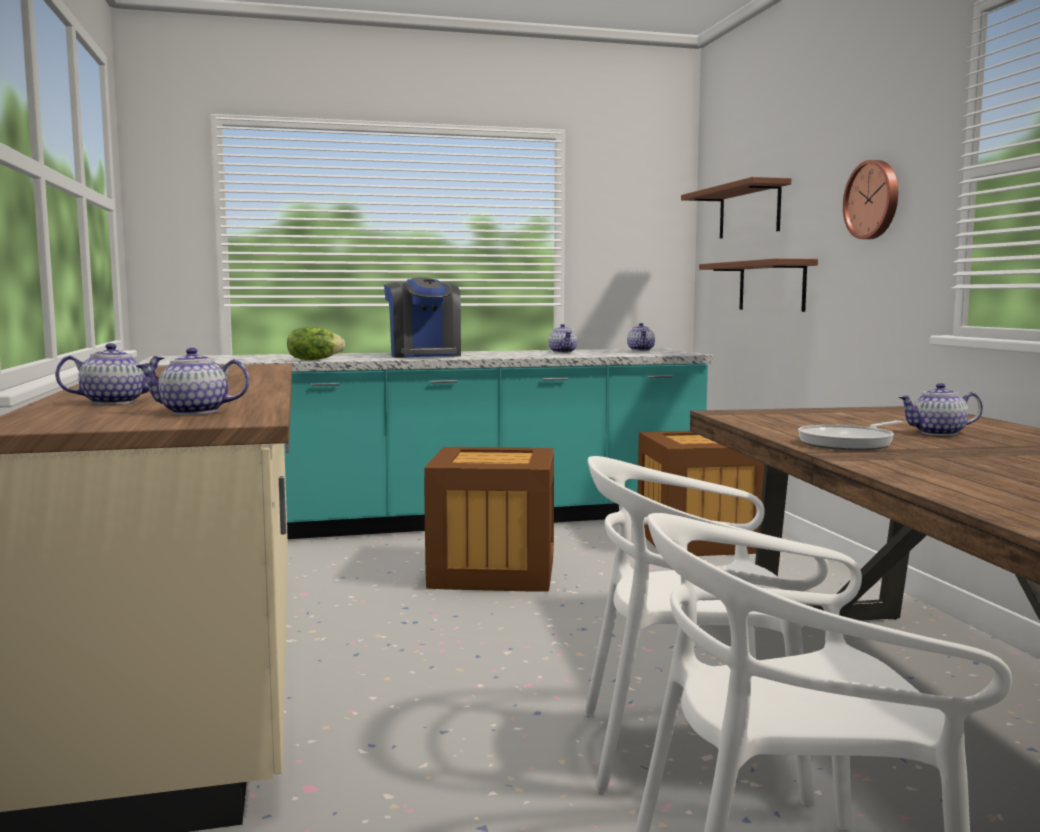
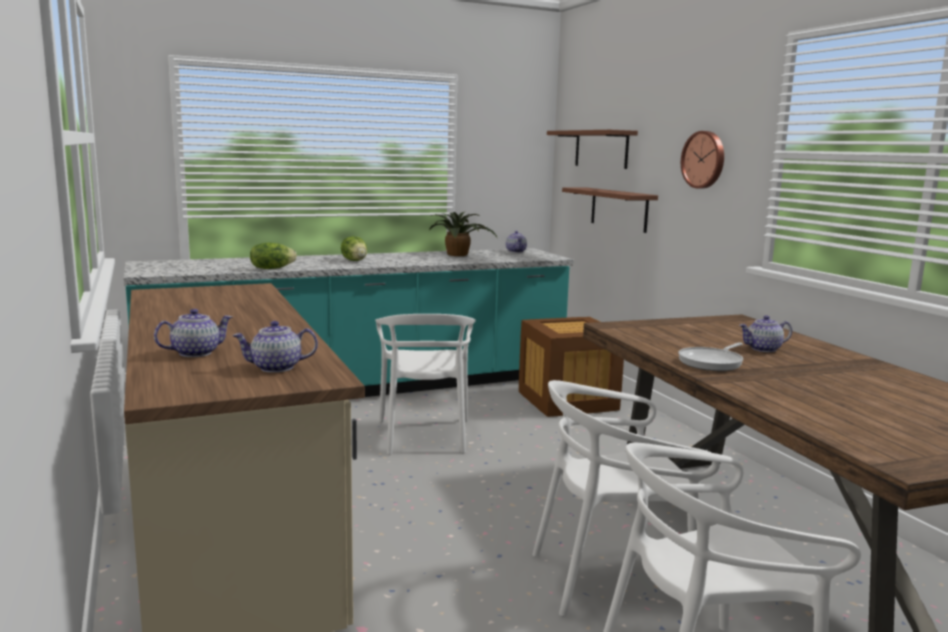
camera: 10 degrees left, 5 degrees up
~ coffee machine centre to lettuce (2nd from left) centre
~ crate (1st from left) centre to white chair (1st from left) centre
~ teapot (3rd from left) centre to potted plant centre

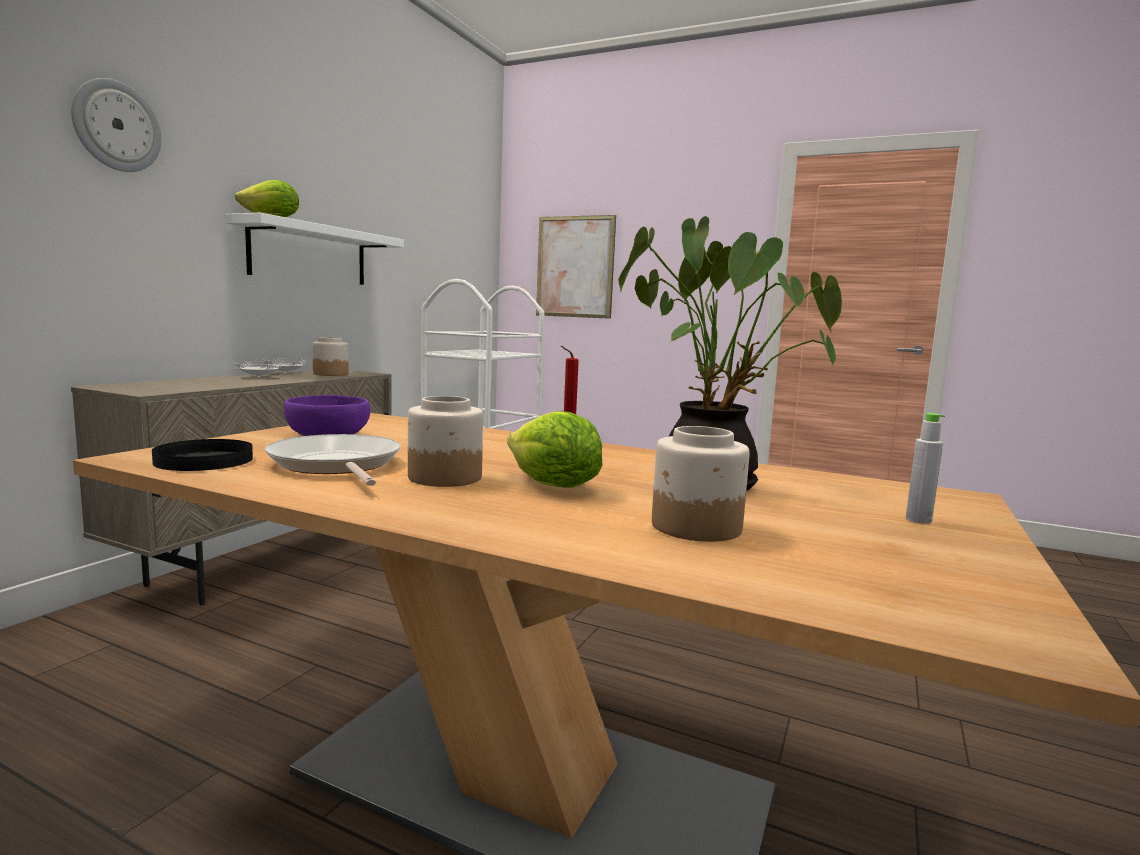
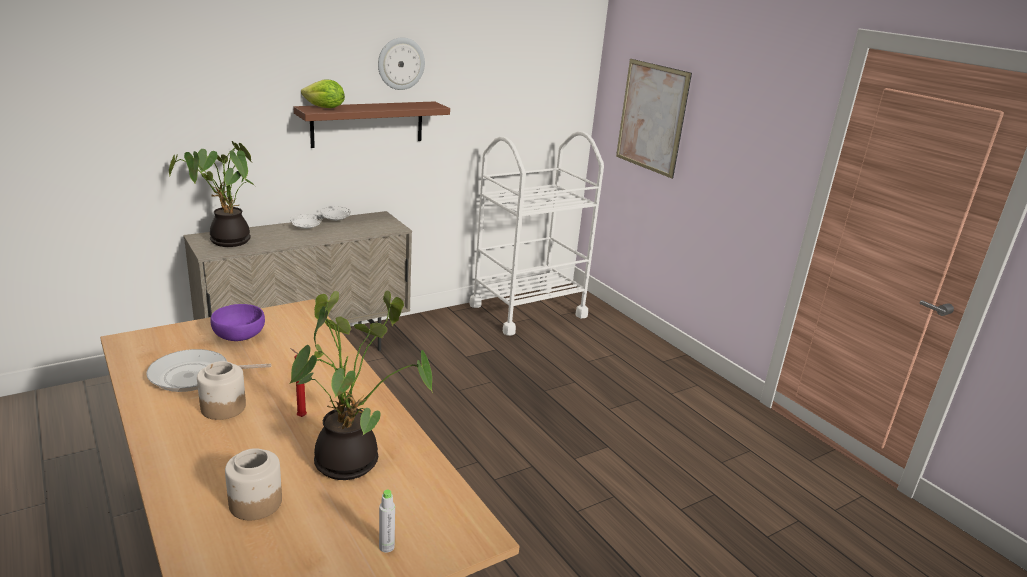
camera: 30 degrees right, 15 degrees up
~ frying pan middle left = middle left 105 degrees counterclockwise
+ potted plant (1st from left) middle left
~ white shelf top left to brown shelf top centre
~ wall clock top left to top centre
- black plate middle left
- jar (1st from left) middle left
- lettuce (2nd from left) centre

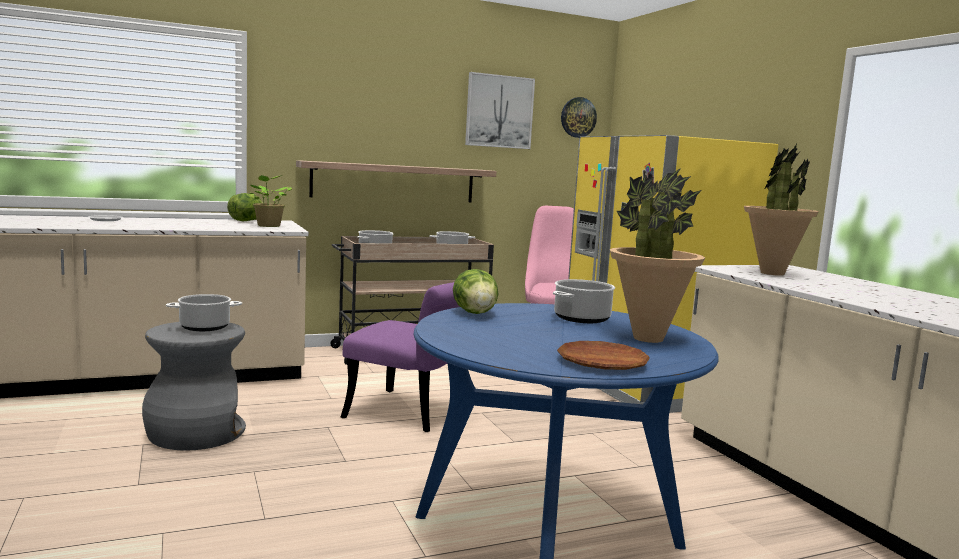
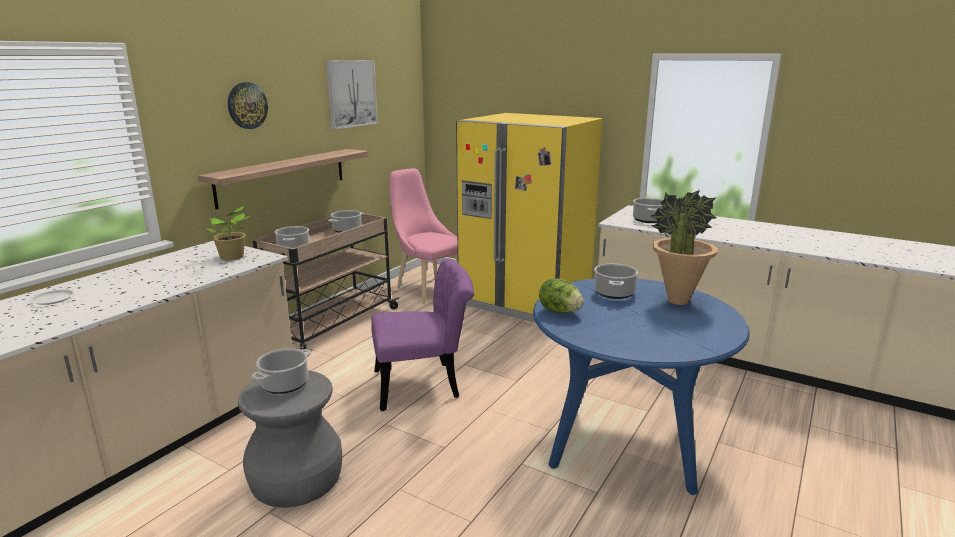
camera: 35 degrees left, 10 degrees up
~ wall clock top centre to top left
~ potted plant (3rd from left) middle right to cooking pot (5th from left) middle right
- lettuce (1st from left) middle left
- brown plate centre

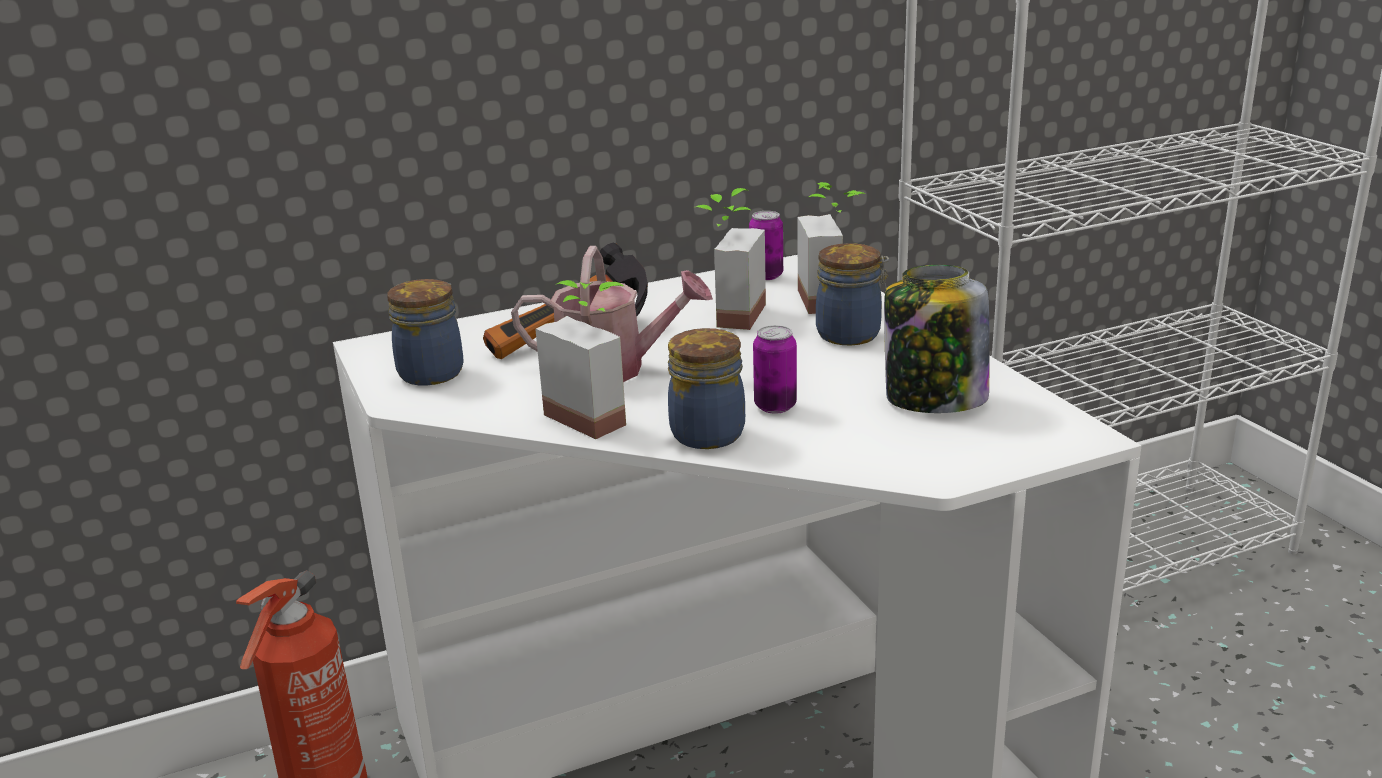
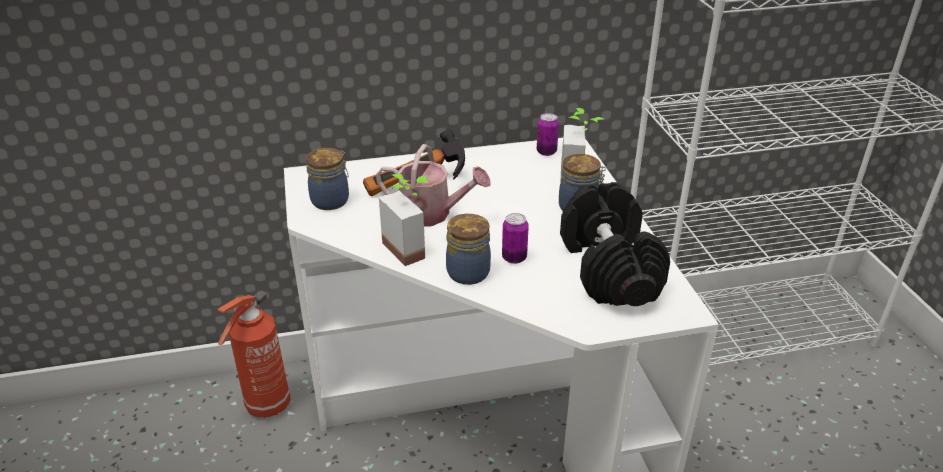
camera: 10 degrees right, 10 degrees up
~ jar (4th from left) middle right to black dumbbell centre
- potted plant (2nd from left) top centre

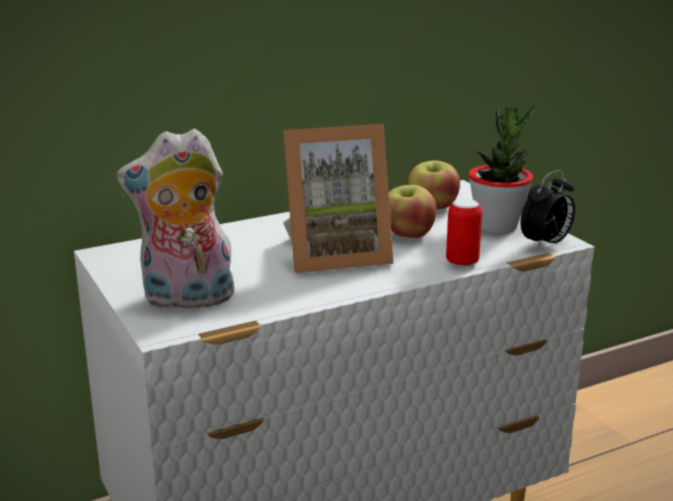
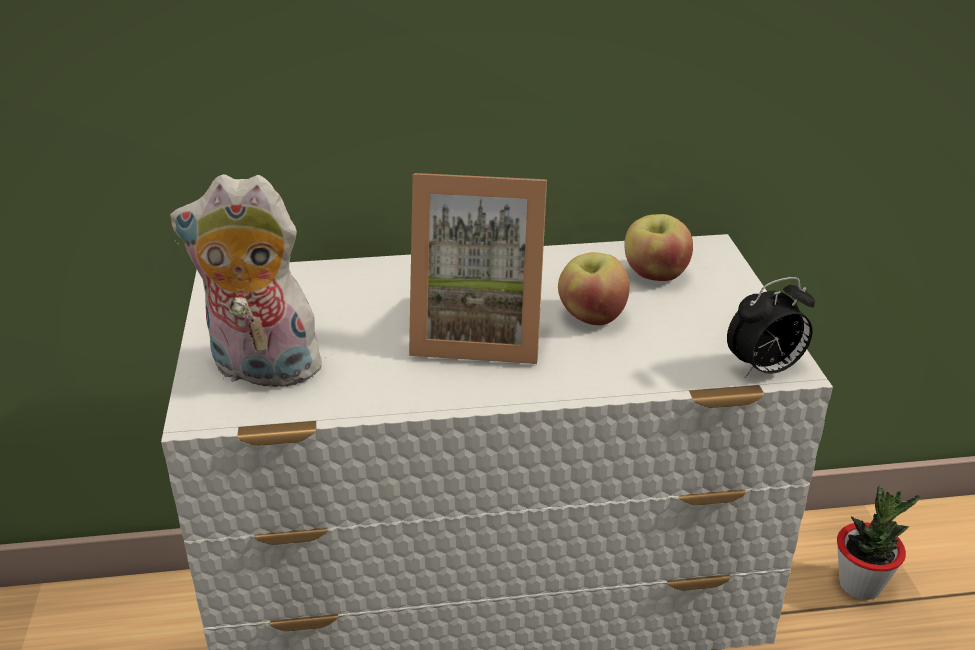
camera: 20 degrees right, 10 degrees up
~ potted plant middle right to bottom right
- can middle right

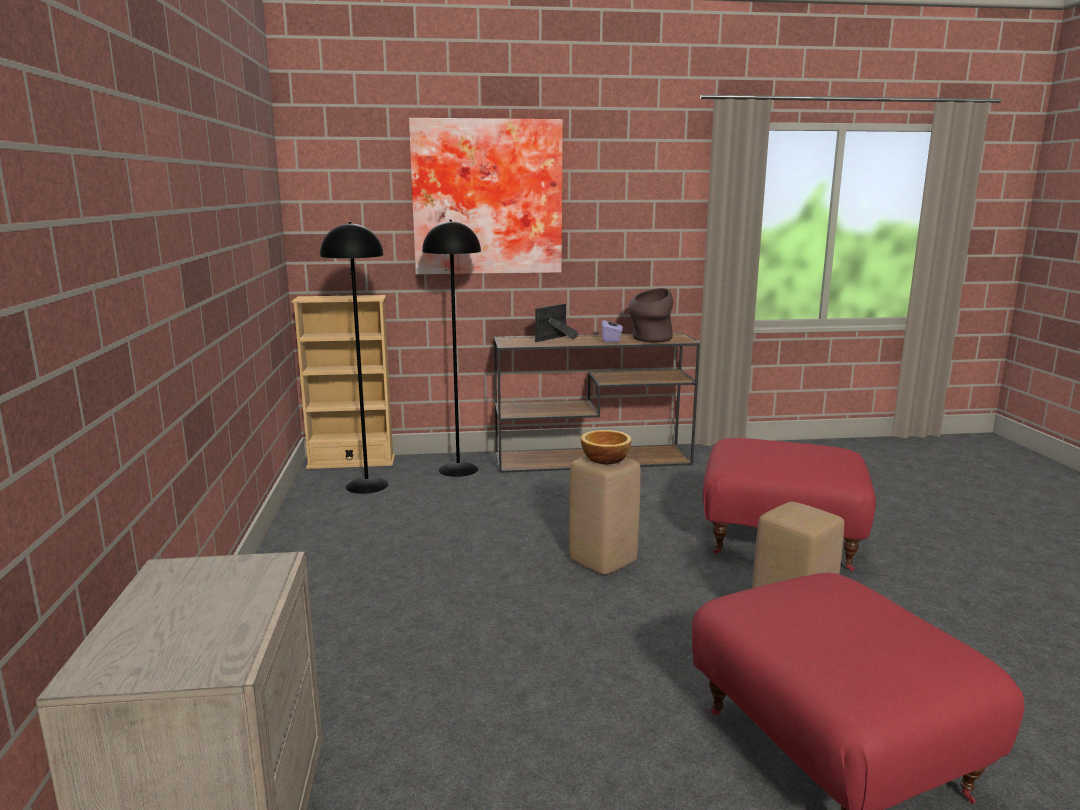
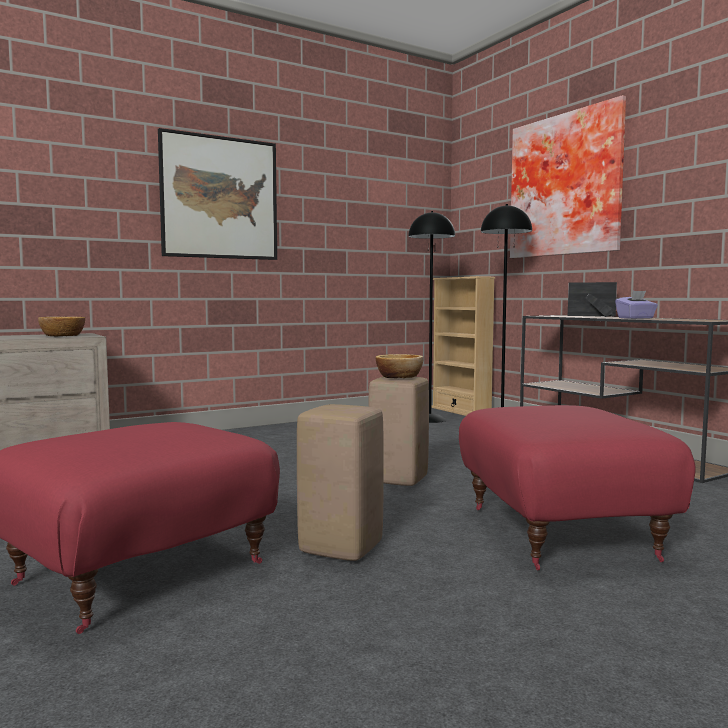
camera: 65 degrees right, 10 degrees down
+ bowl (1st from left) middle left
+ picture (1st from left) top left
- brown vase centre

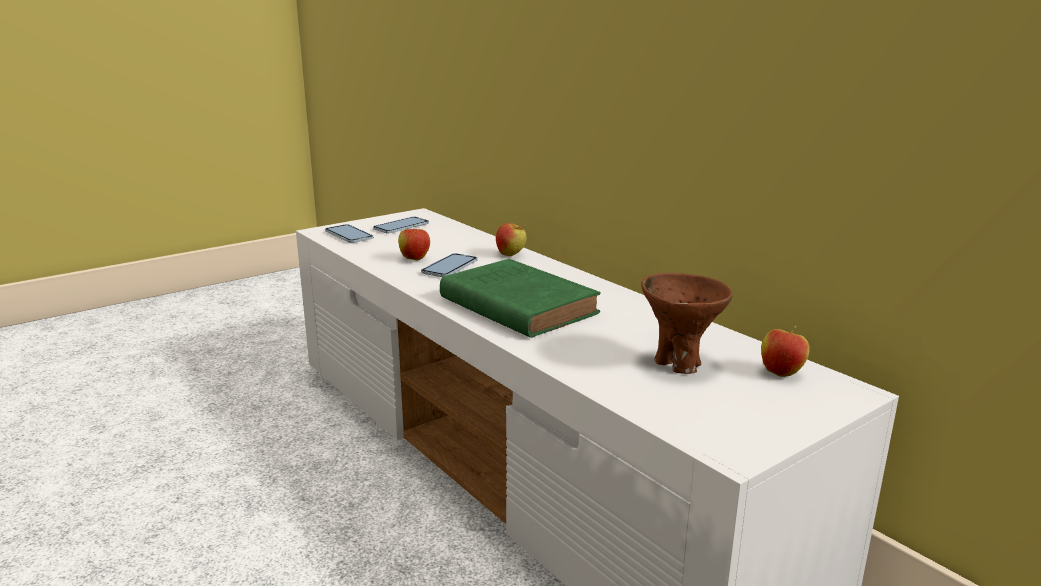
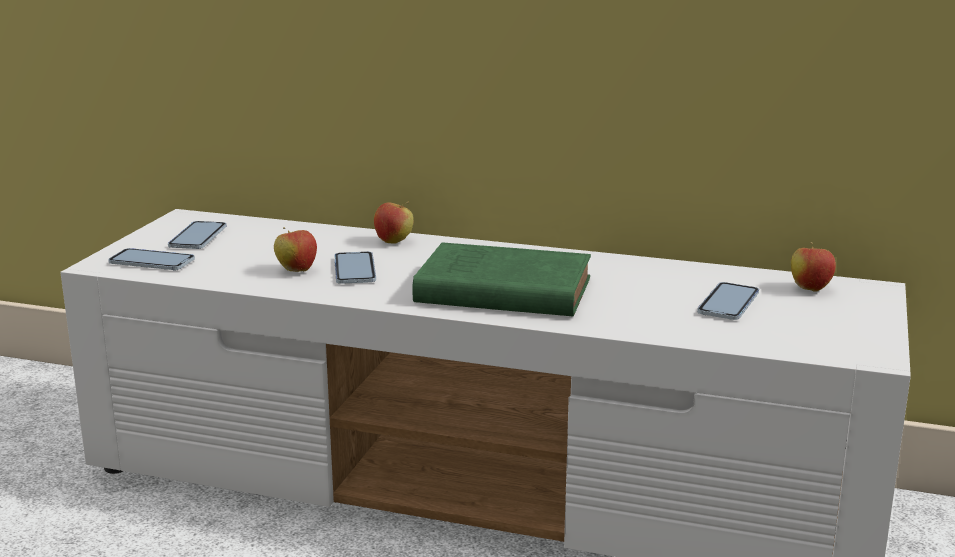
camera: 35 degrees left, 0 degrees up
~ brown bowl centre to phone (4th from left) middle right

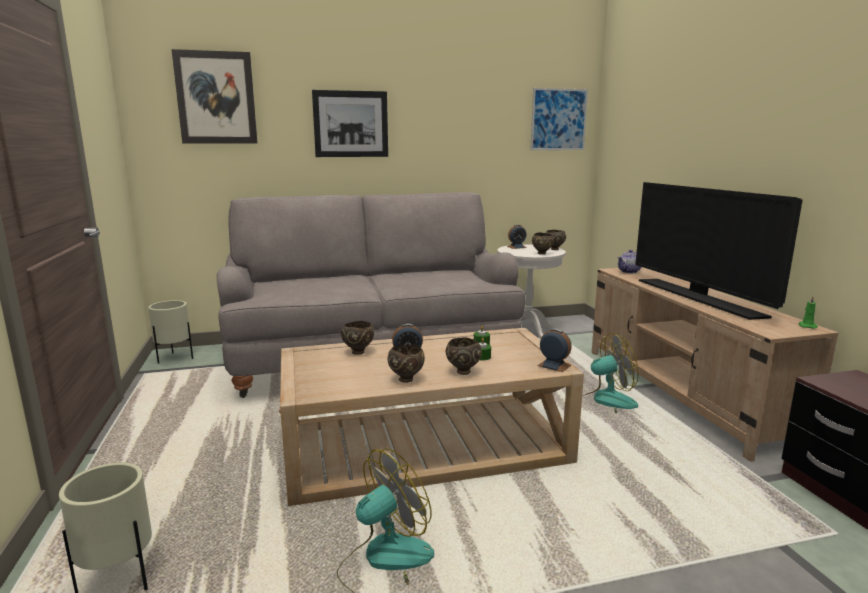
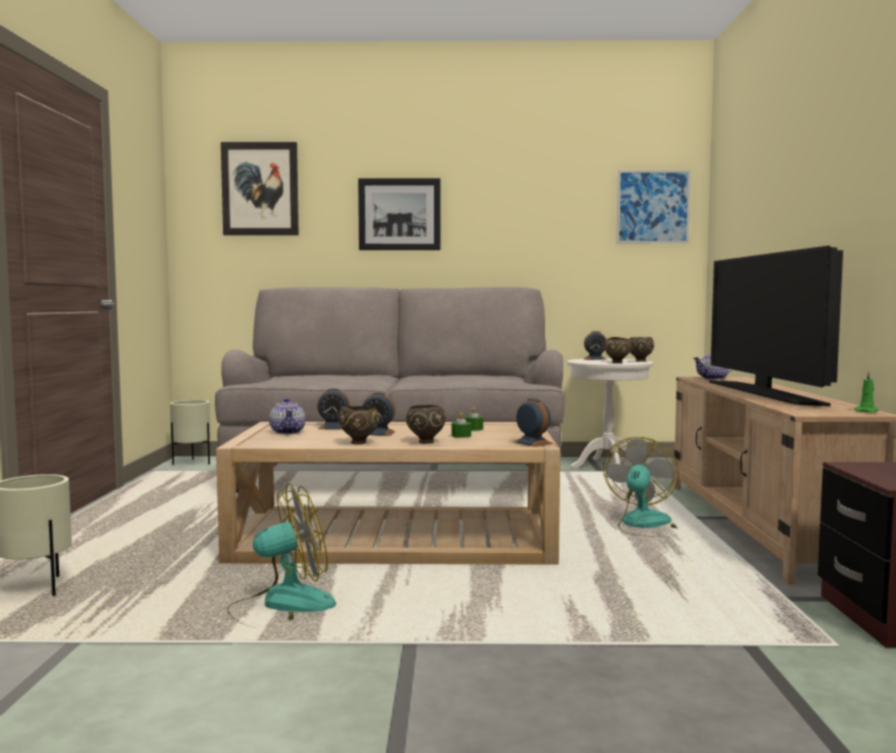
camera: 15 degrees right, 10 degrees down
+ teapot (1st from left) middle left
~ brown bowl (1st from left) centre to alarm clock (1st from left) centre
~ fan (2nd from left) middle right = middle right 75 degrees counterclockwise

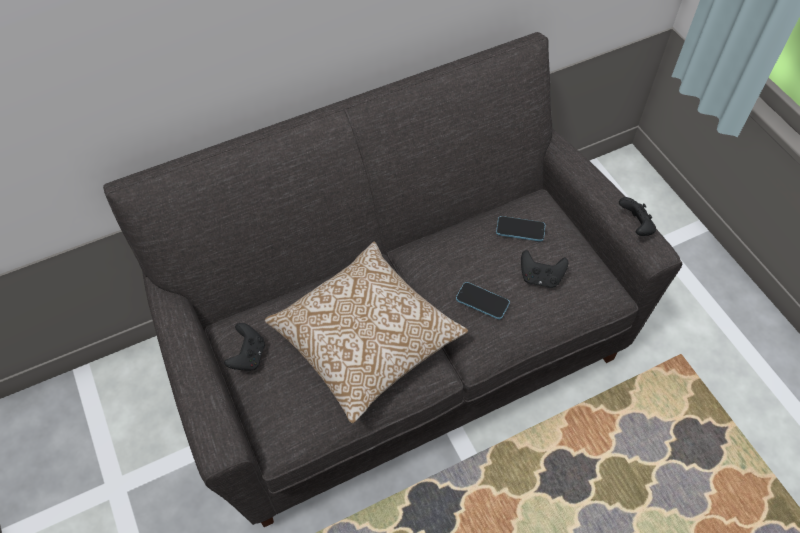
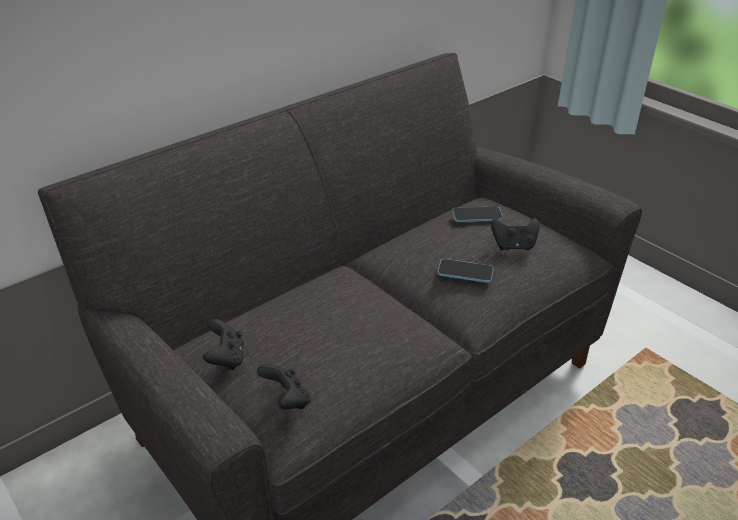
camera: 15 degrees left, 20 degrees down
~ black game controller (3rd from left in the first image) middle right to black game controller (2nd from left) bottom centre
- pillow centre

